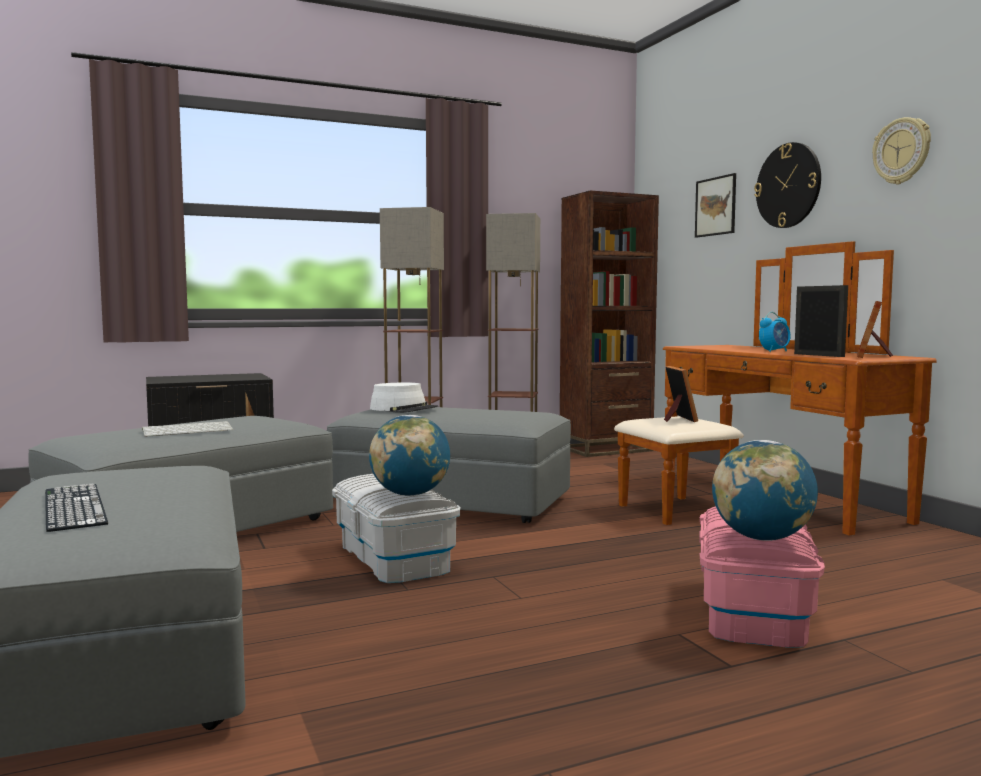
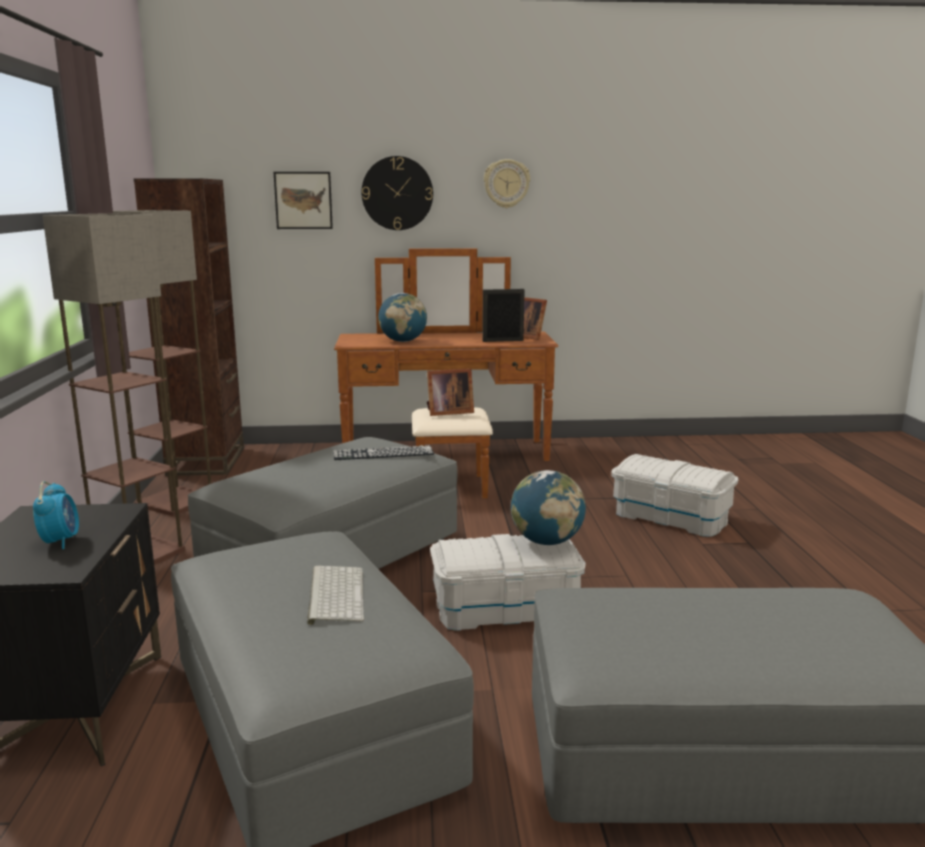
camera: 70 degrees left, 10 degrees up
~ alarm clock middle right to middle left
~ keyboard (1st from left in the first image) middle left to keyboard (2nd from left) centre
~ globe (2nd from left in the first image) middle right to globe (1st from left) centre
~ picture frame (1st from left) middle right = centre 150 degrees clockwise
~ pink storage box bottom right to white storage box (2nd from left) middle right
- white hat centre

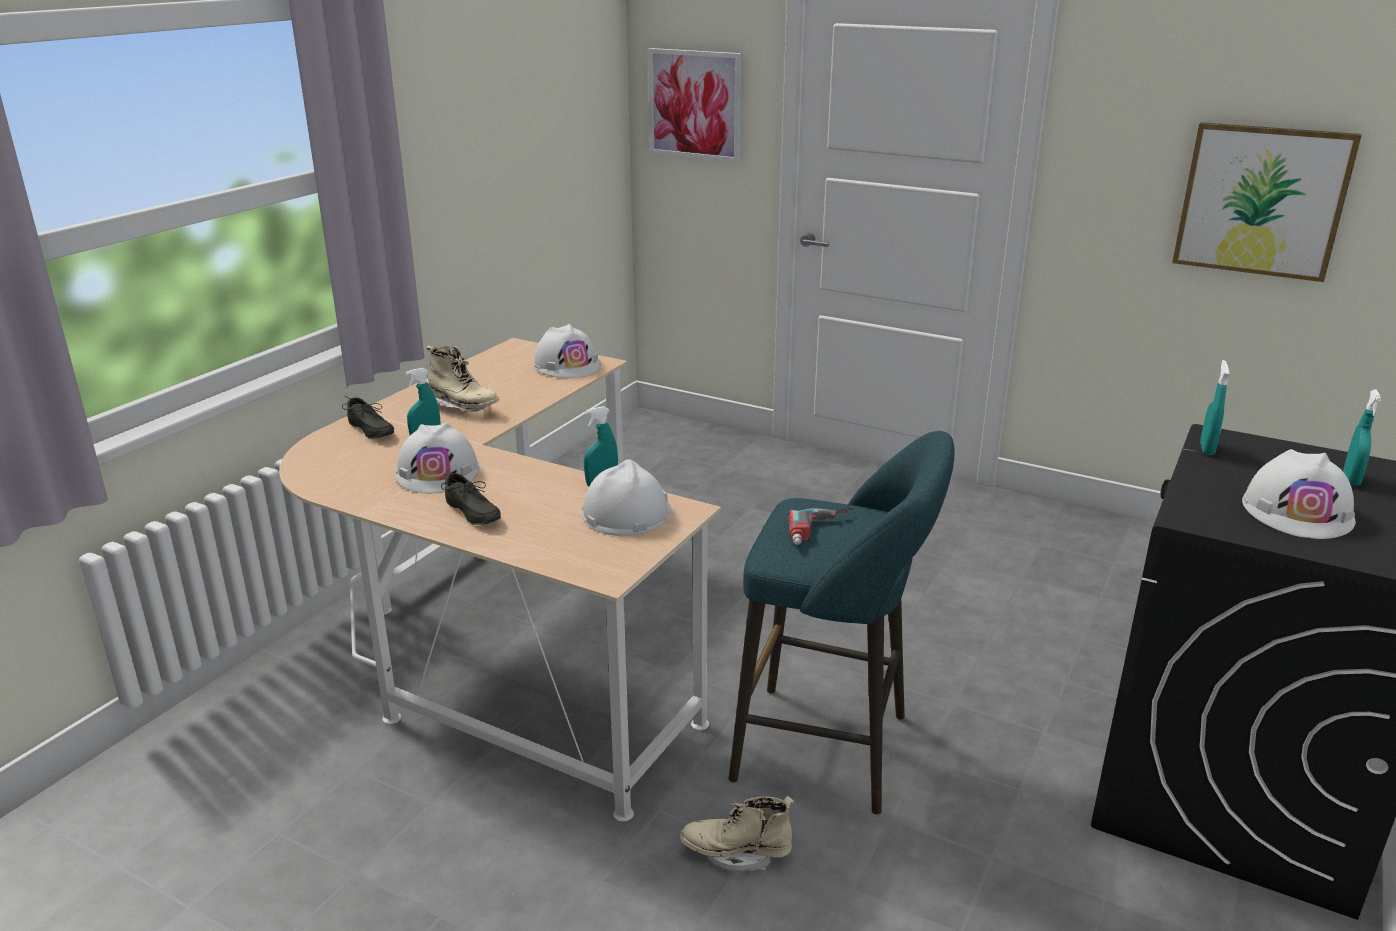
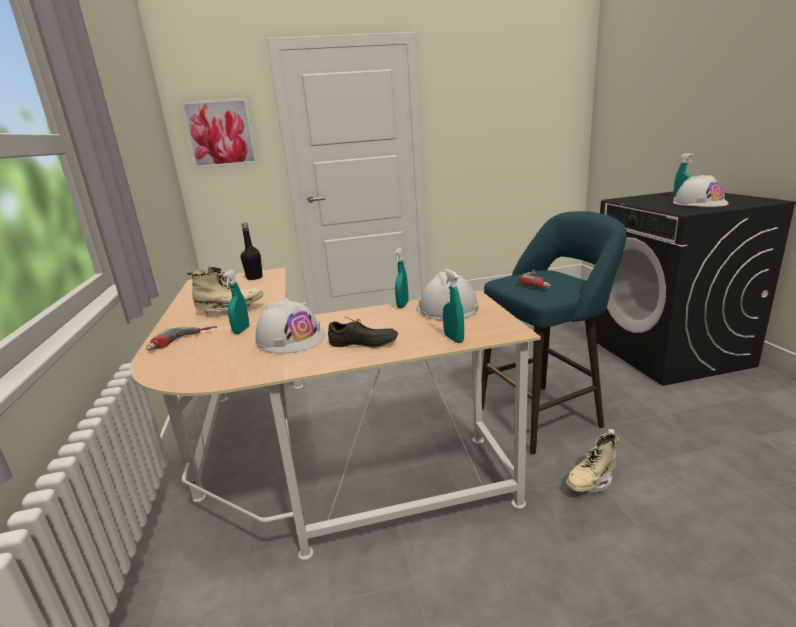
camera: 40 degrees left, 5 degrees down
~ grey shoe (1st from left) middle left to power drill (1st from left) middle left
~ white hard hat (2nd from left) centre to black bottle middle left
~ turquoise spray bottle (3rd from left) middle right to centre
- picture (2nd from left) top right

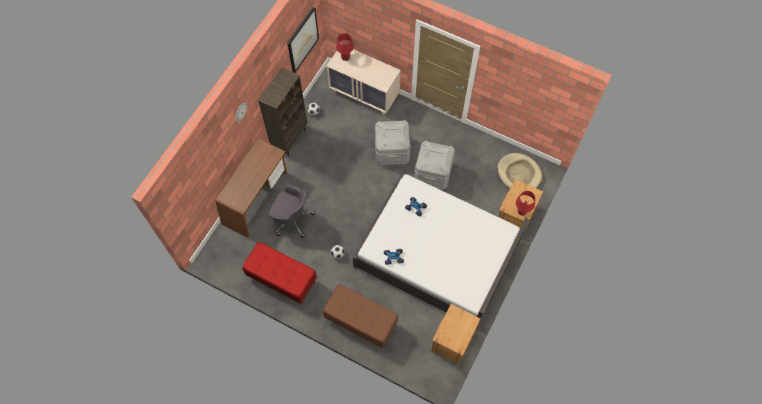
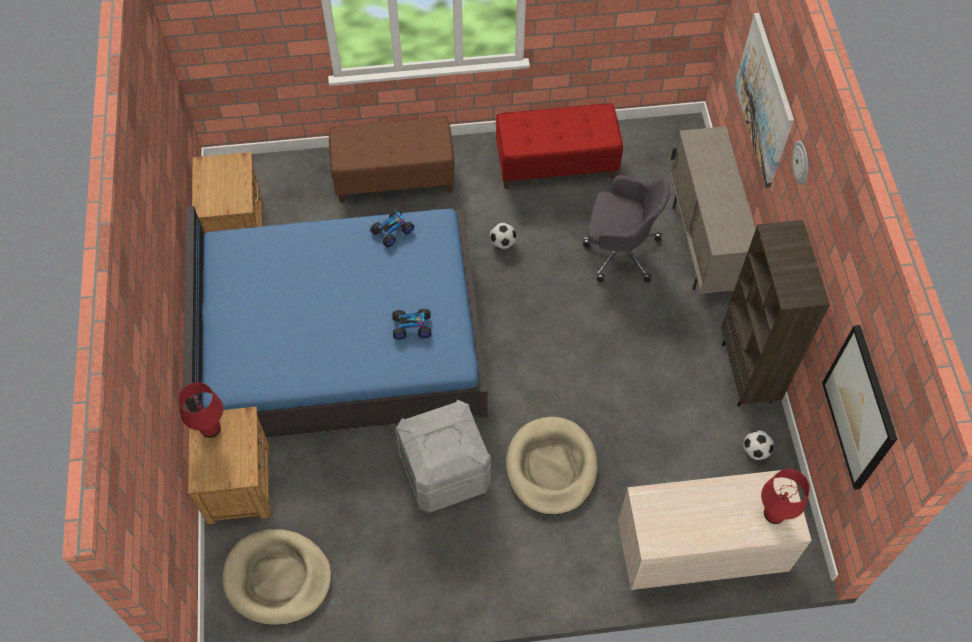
camera: 145 degrees right, 5 degrees down
~ white bed centre to blue bed centre
~ grey storage box (1st from left) centre to beige dog bed (2nd from left) bottom centre
~ grey office chair centre = centre 150 degrees counterclockwise
~ brown desk middle left to beige cabinet top right
+ picture (1st from left) top right

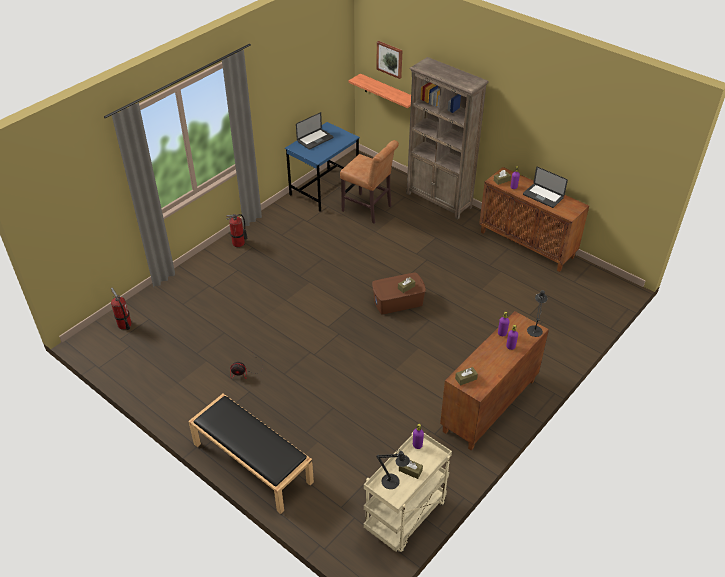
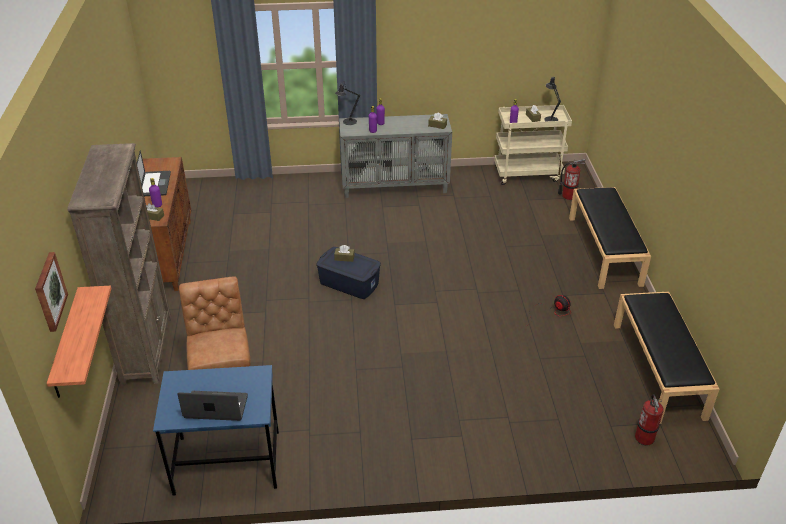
camera: 135 degrees left, 5 degrees down
~ brown storage box centre to blue storage box centre
~ brown cabinet (1st from left) middle right to grey cabinet top centre
~ fire extinguisher (2nd from left in the first image) middle left to fire extinguisher (1st from left) middle right
+ black bench (2nd from left) bottom right

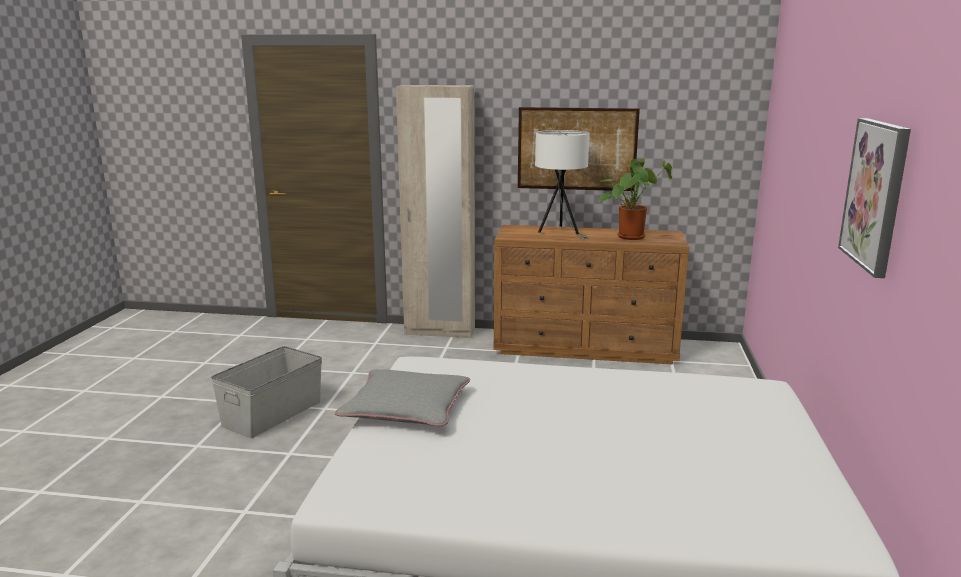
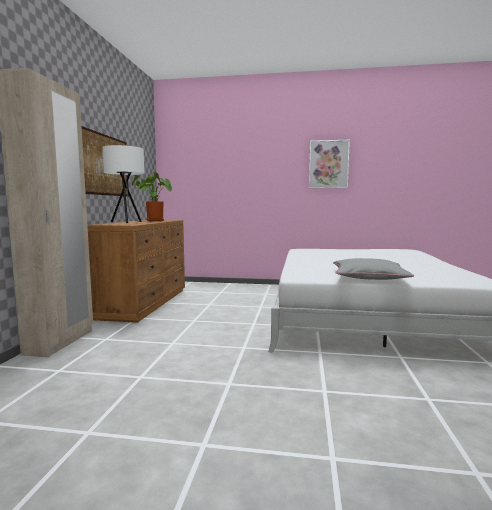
camera: 90 degrees left, 10 degrees down
- grey storage box bottom left

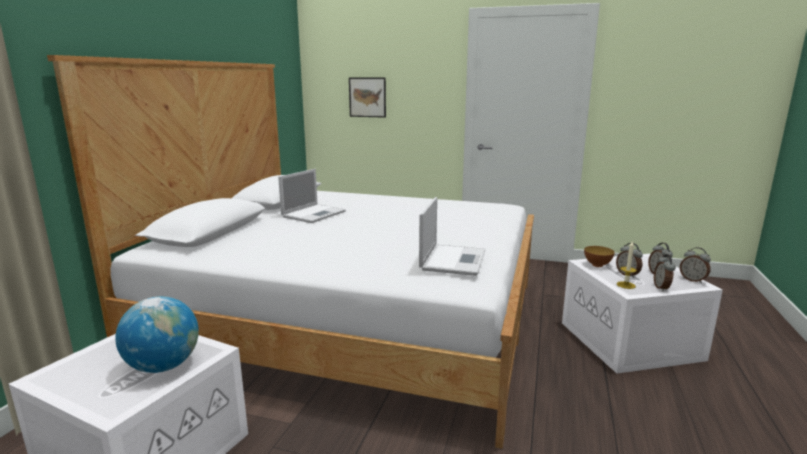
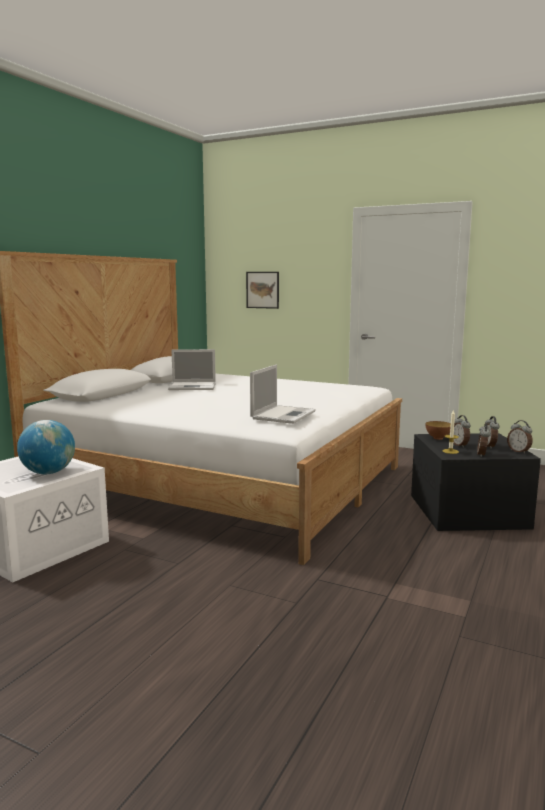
camera: 10 degrees right, 5 degrees down
~ laptop (1st from left) centre = centre 45 degrees clockwise
~ white storage box (2nd from left) bottom right to black storage box middle right

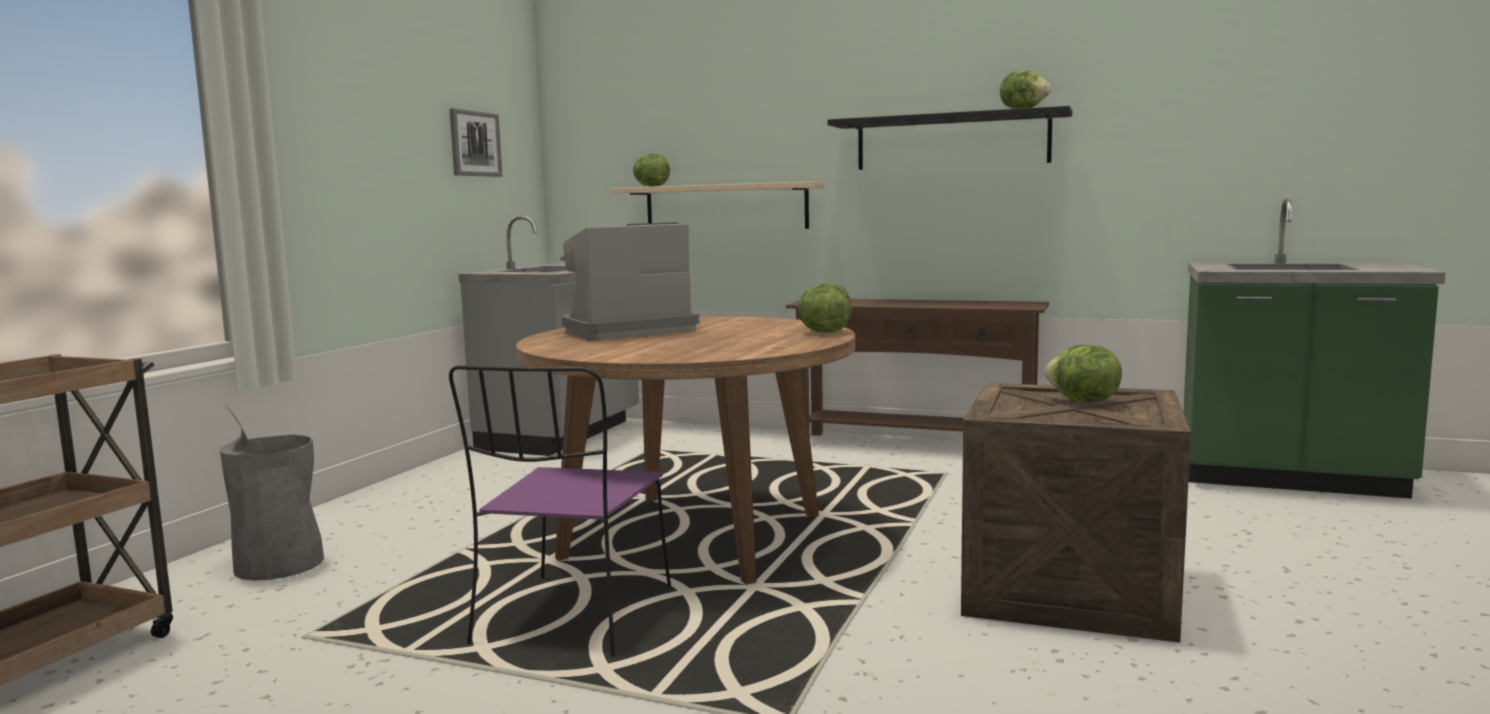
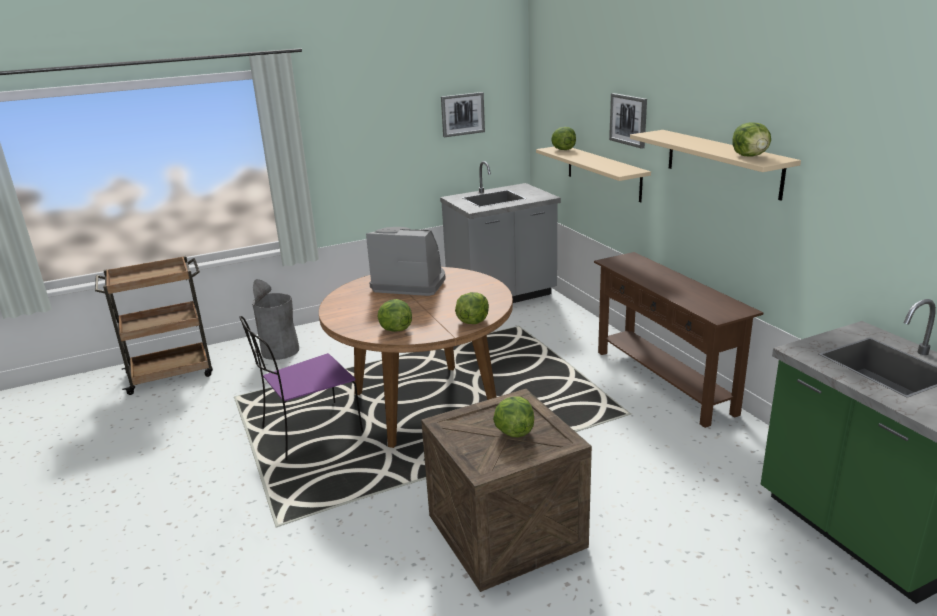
camera: 45 degrees right, 15 degrees up
+ lettuce (1st from left) centre
+ picture (2nd from left) top right
~ black shelf top centre to beige shelf (2nd from left) top right

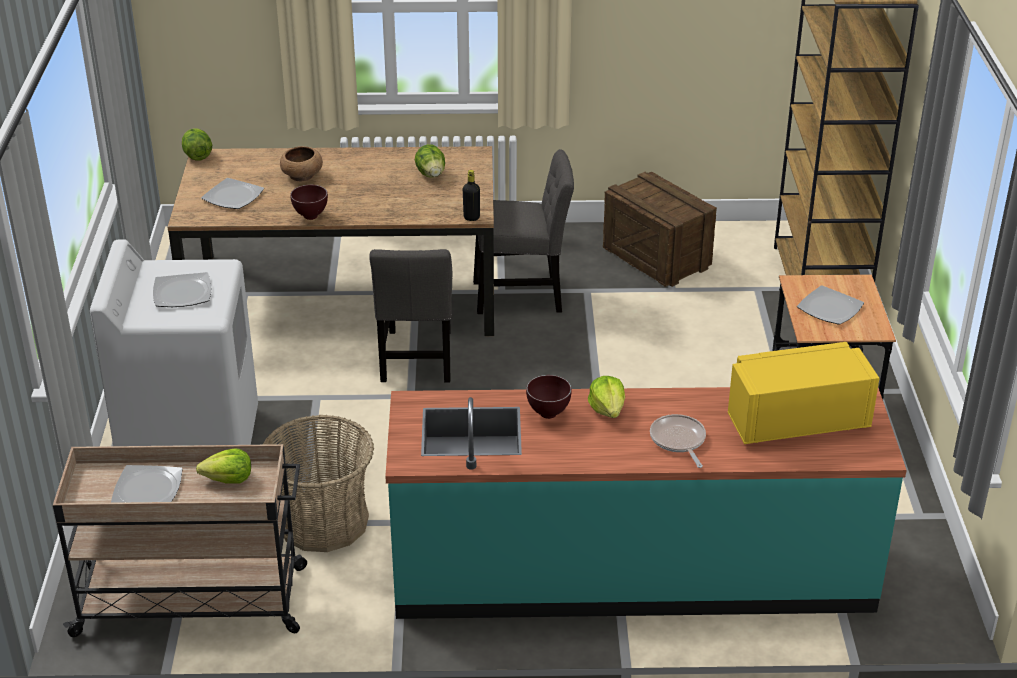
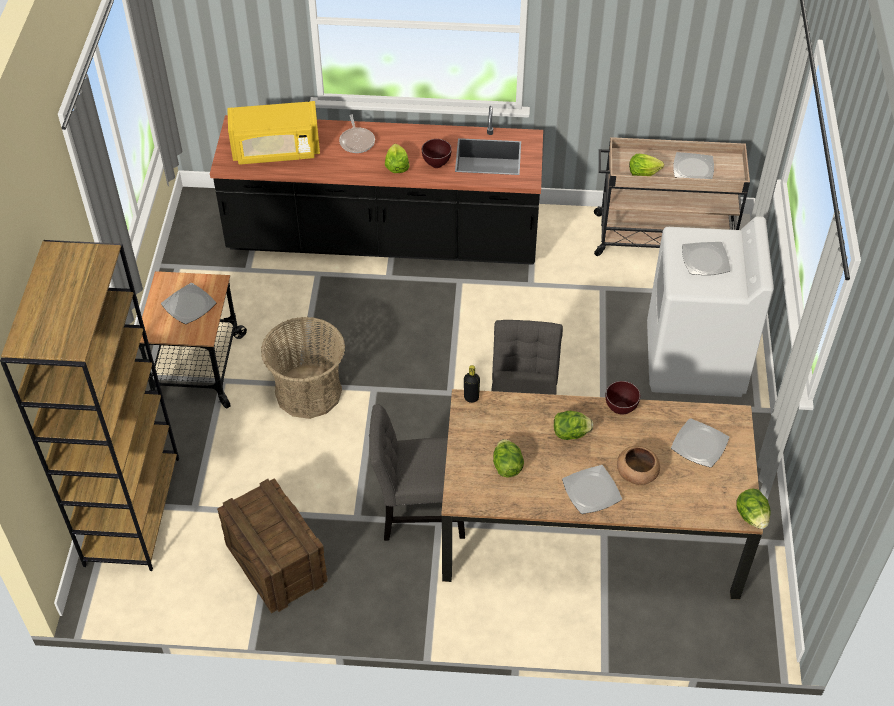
camera: 175 degrees left, 15 degrees up
~ turquoise counter bottom centre to black counter top centre
~ basket bottom left to centre
+ lettuce (3rd from left) centre
+ plate (2nd from left) bottom centre

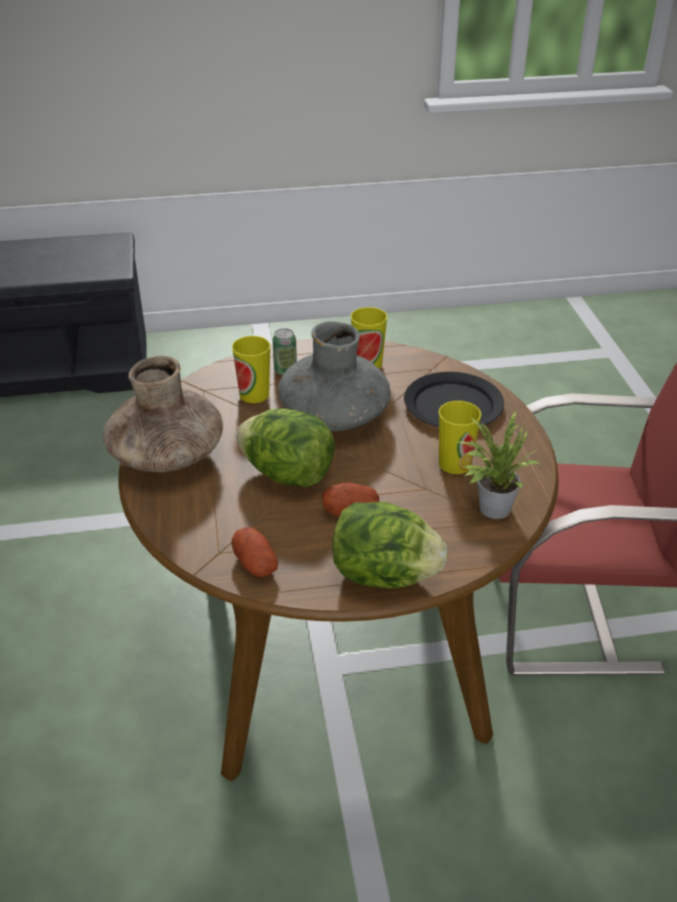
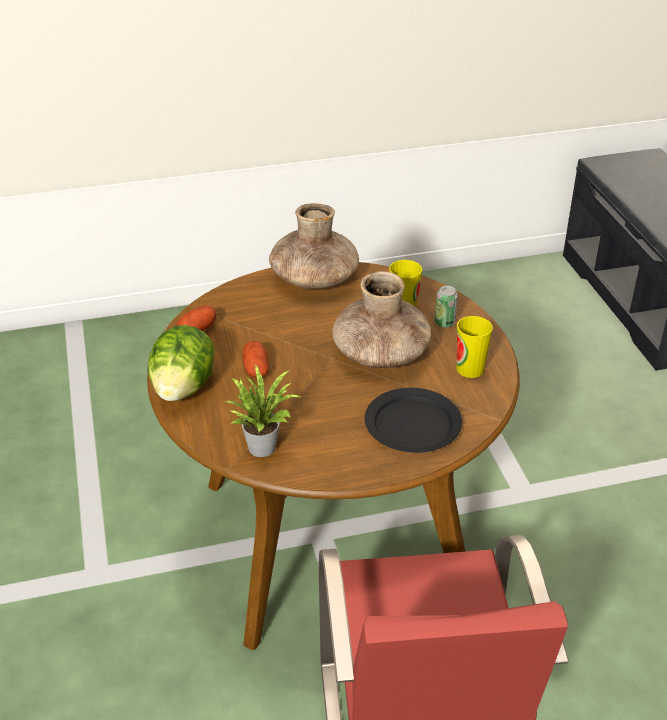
camera: 85 degrees right, 0 degrees up
~ grey vase centre to brown vase (2nd from left) centre
- lettuce (1st from left) centre
- cup (3rd from left) middle right

